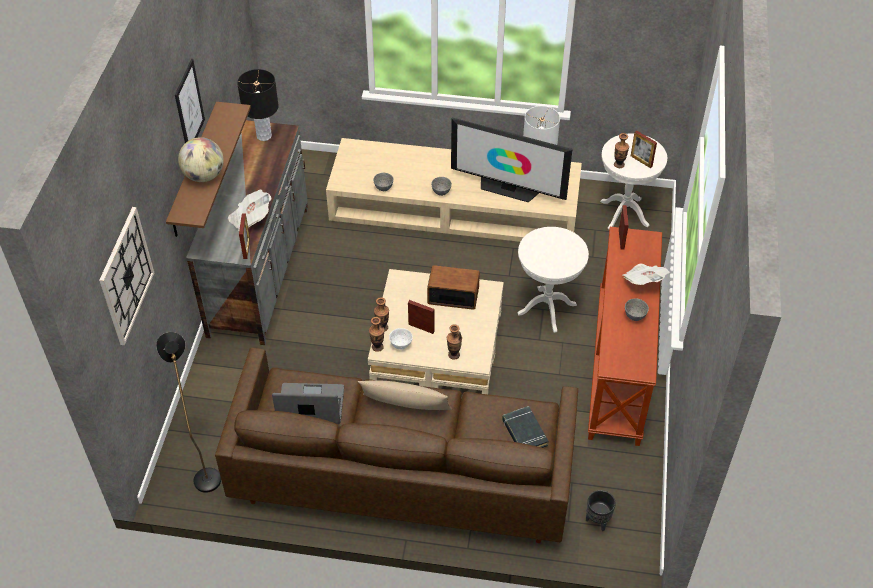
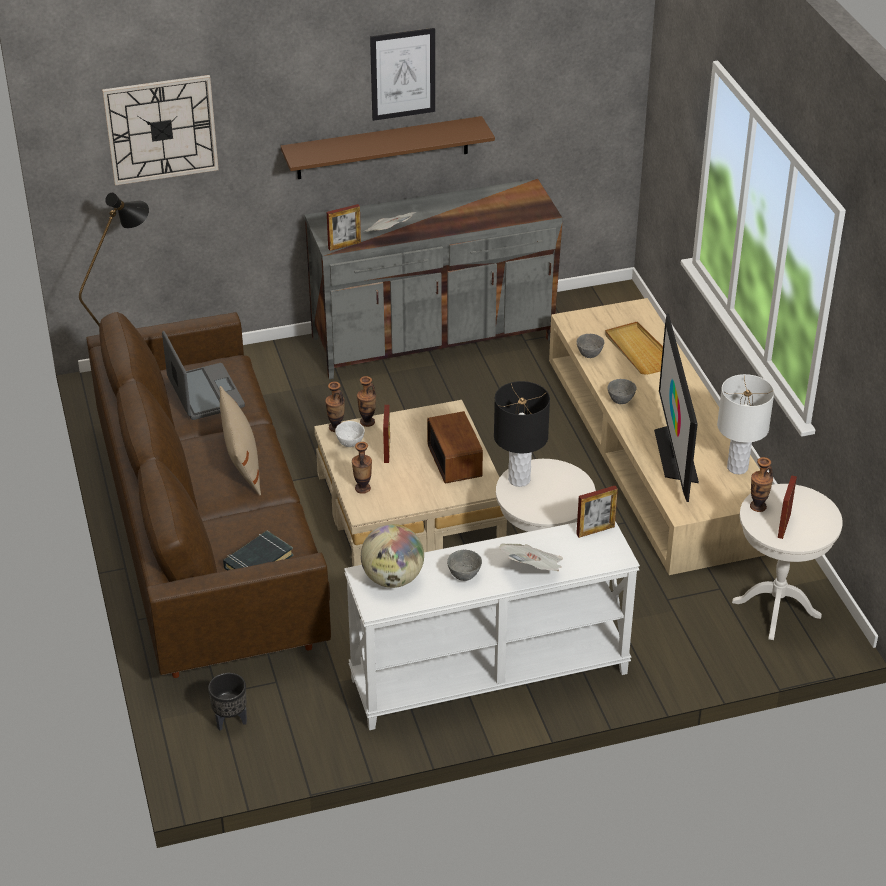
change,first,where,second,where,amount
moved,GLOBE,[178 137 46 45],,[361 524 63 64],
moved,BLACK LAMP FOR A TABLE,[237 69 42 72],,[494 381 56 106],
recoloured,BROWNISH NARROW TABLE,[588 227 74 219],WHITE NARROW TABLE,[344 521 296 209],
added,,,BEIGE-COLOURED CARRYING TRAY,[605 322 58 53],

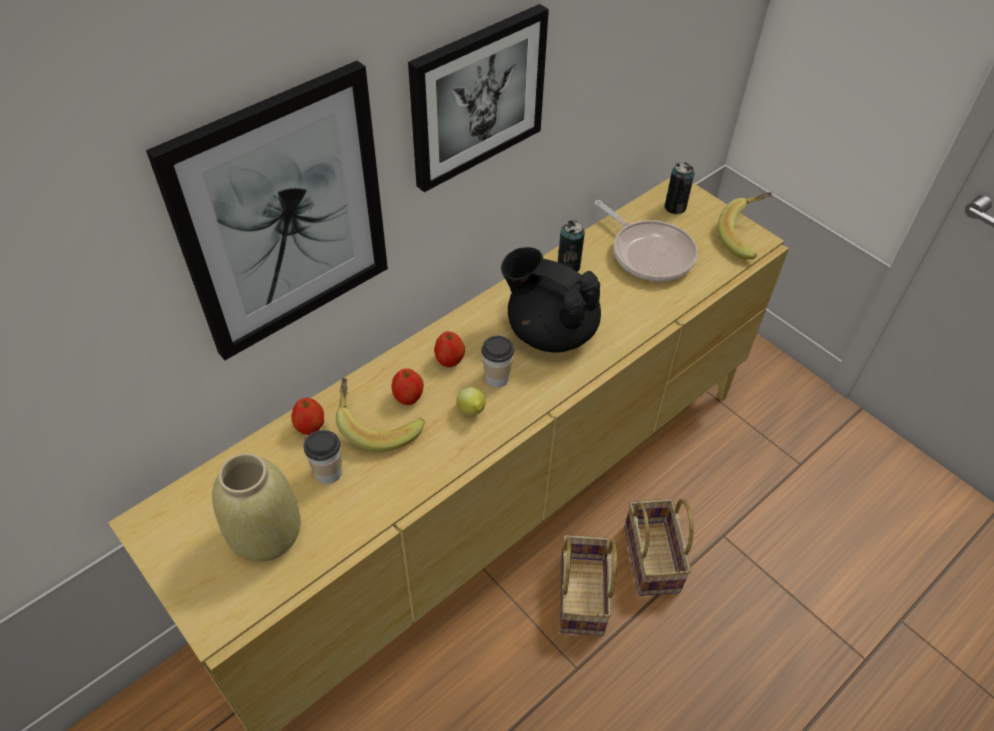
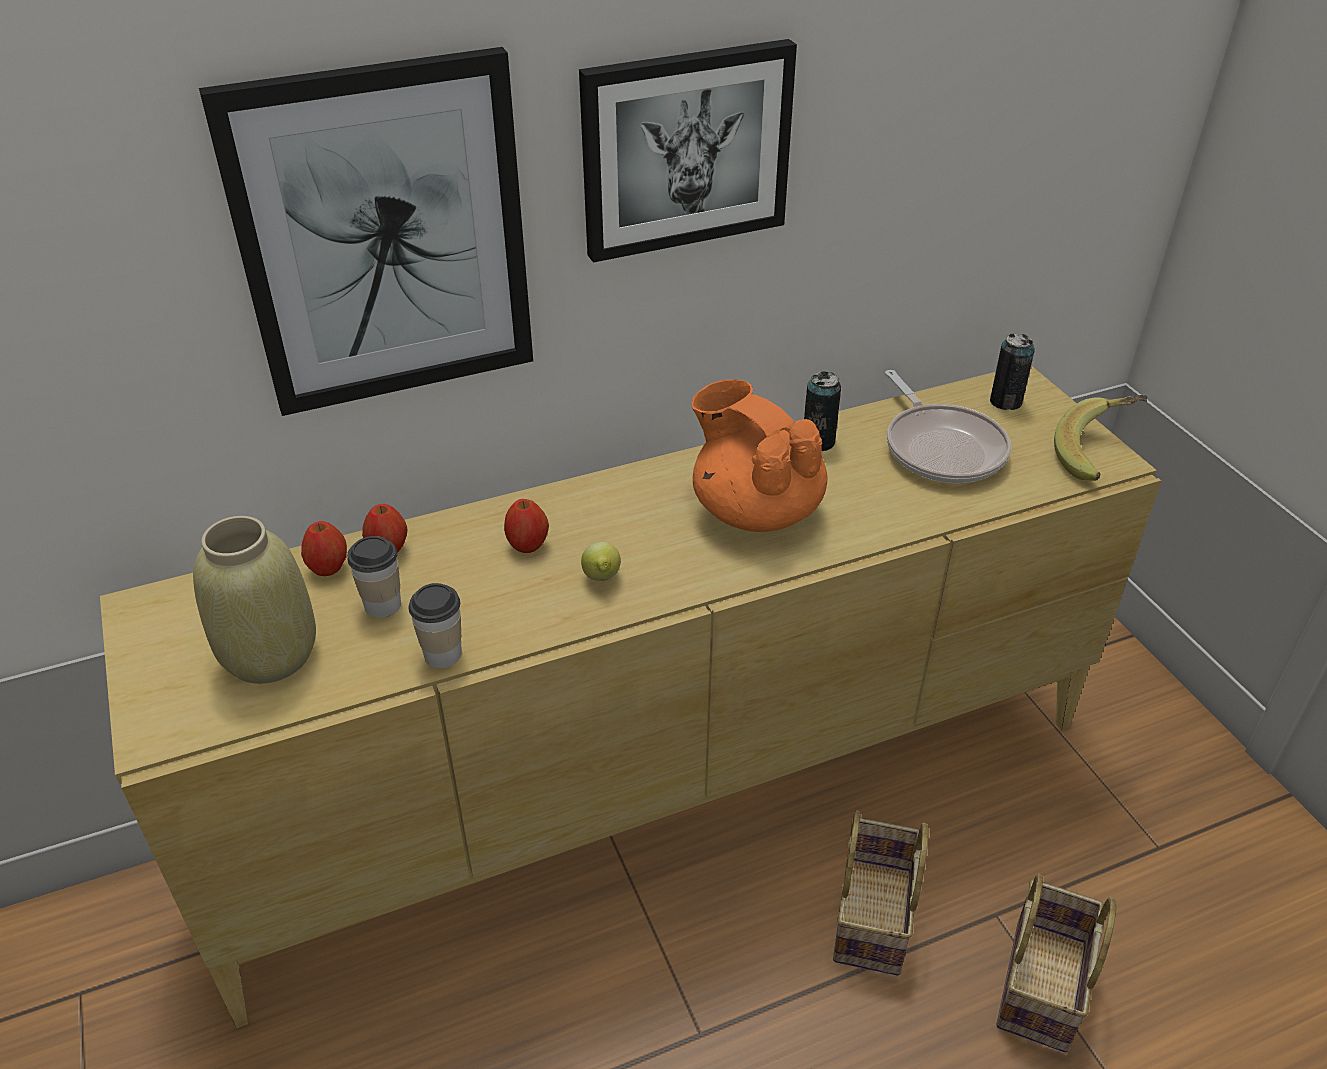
change,first,where,second,where,amount
removed,WHOLE BANANA,[336 378 89 74],,,
moved,APPLE FRUIT,[434 331 31 36],,[301 521 46 55],
moved,DRINKING CUP,[481 336 33 52],,[408 583 54 85],
recoloured,BLACK TEA POT,[501 247 100 105],ORANGEY TEA POT,[691 379 136 153],
moved,BASKET,[560 535 57 101],,[997 874 119 178],

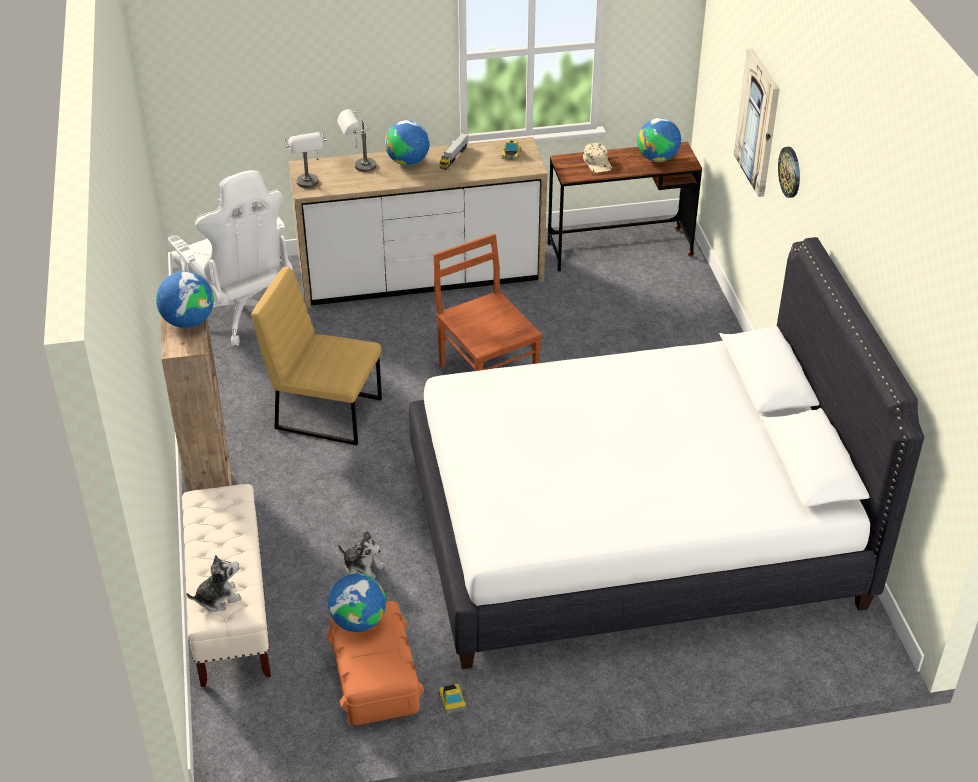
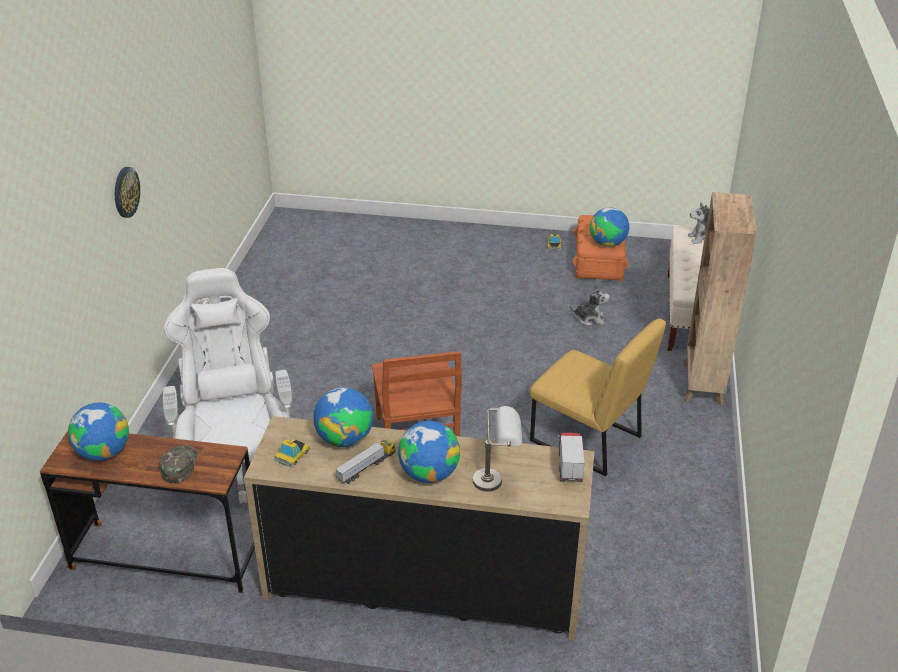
change,first,where,second,where,amount
moved,GLOBE,[156 271 58 57],,[313 388 60 59],
moved,WHITE OFFICE CHAIR,[168 170 125 176],,[163 268 129 236],
replaced,GRAY LAMP FOR A TABLE,[284 132 43 56],MODEL TRUCK,[558 433 26 49],
turned,CUDDLY TOY,[338 531 46 48],,[569 284 41 42],135 degrees clockwise
removed,WHITE SLEEPING BED,[409 237 515 432],,,
recoloured,BEIGE-COLOURED CAP,[583 143 29 30],GREEN-COLOURED CAP,[159 445 39 38],
removed,WALL PICTURE,[734 49 46 148],,,

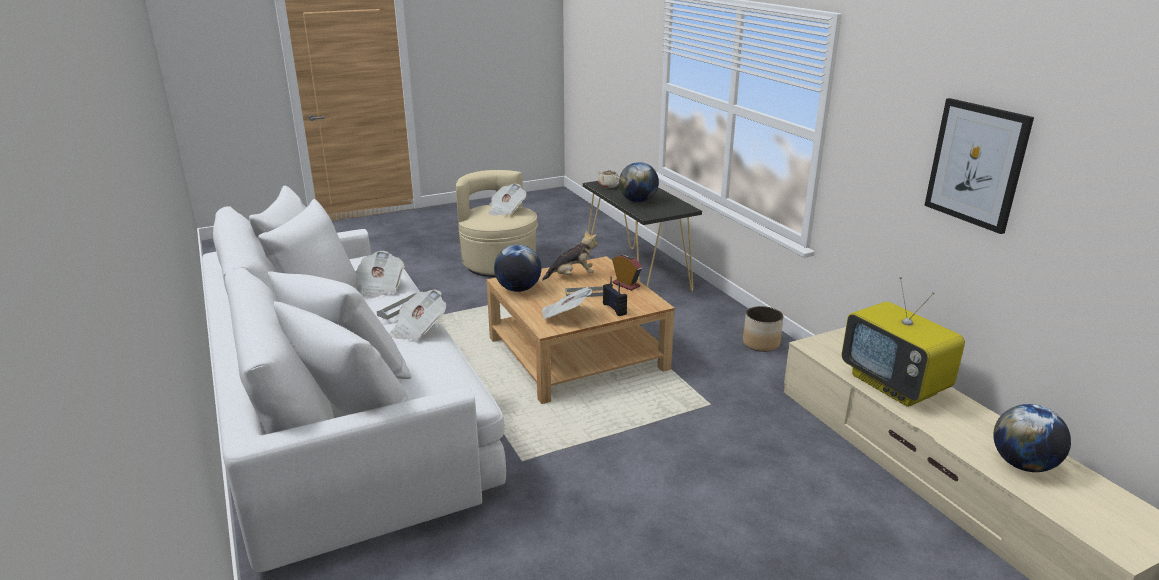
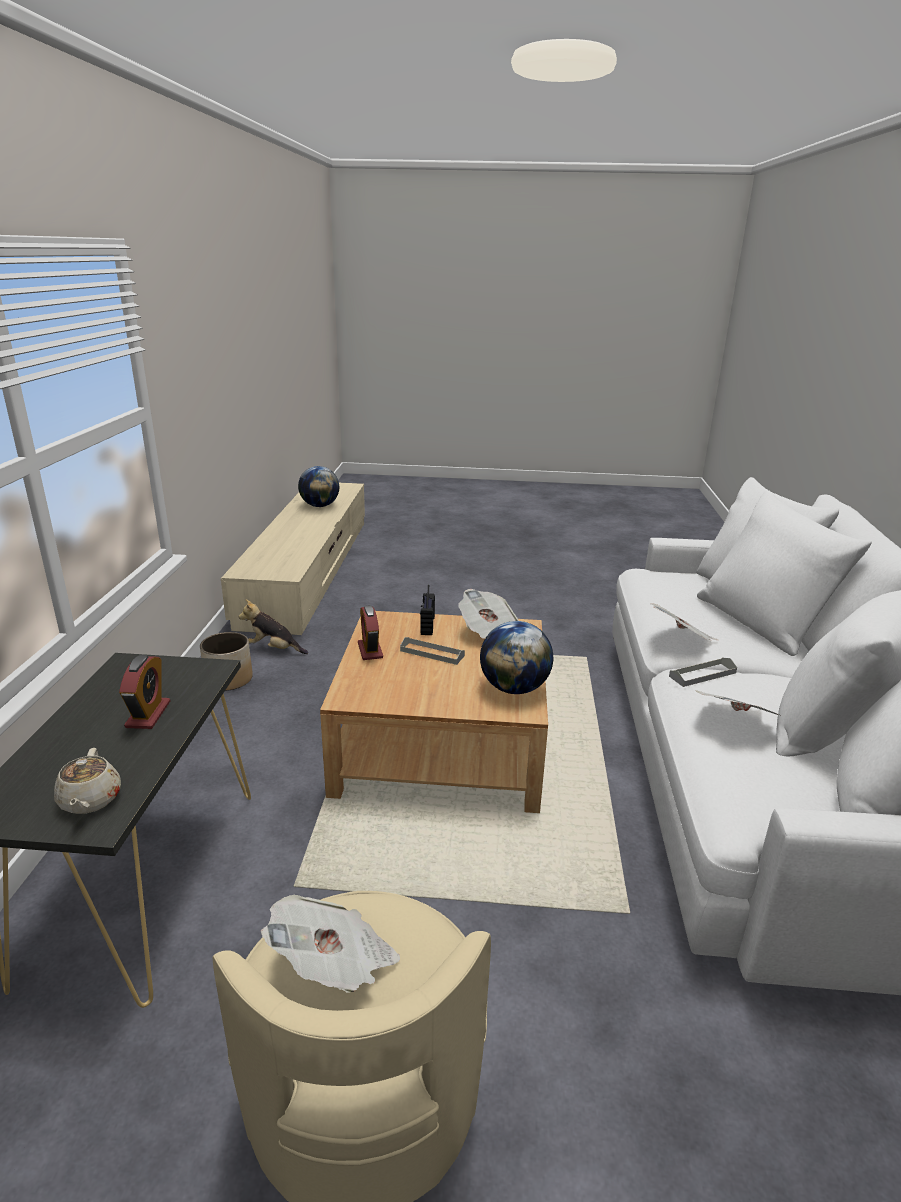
change,first,where,second,where,amount
moved,CUDDLY TOY,[542 231 56 49],,[239 599 69 55],
replaced,GLOBE,[619 162 40 40],TABLE CLOCK,[119 655 52 74],
removed,TV,[842 277 123 130],,,
removed,WALL PICTURE,[924 98 110 136],,,

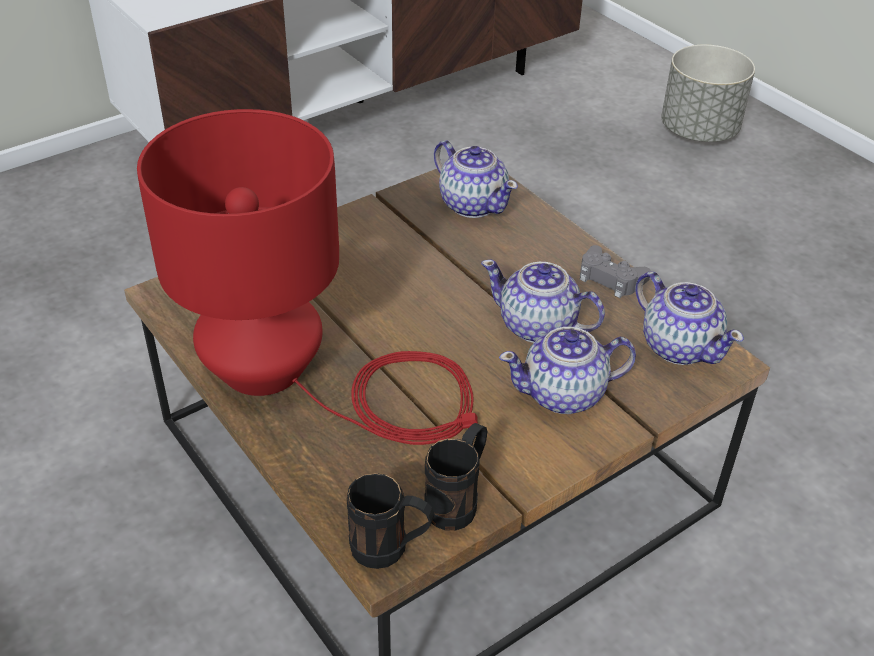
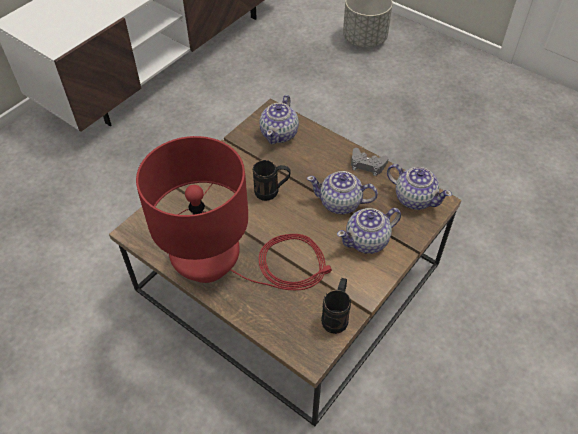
change,first,where,second,where,amount
moved,BLACK MUG,[347 473 87 96],,[253 160 38 41],
turned,TEA POT,[434 140 84 78],,[259 95 40 49],75 degrees clockwise

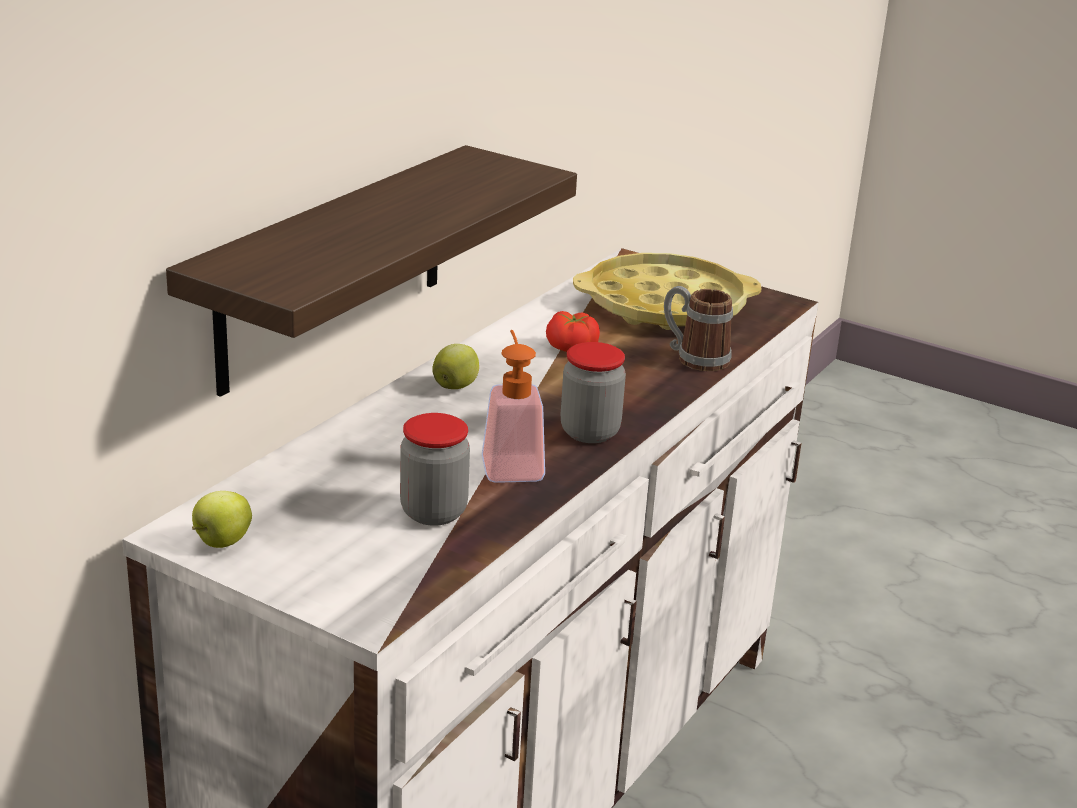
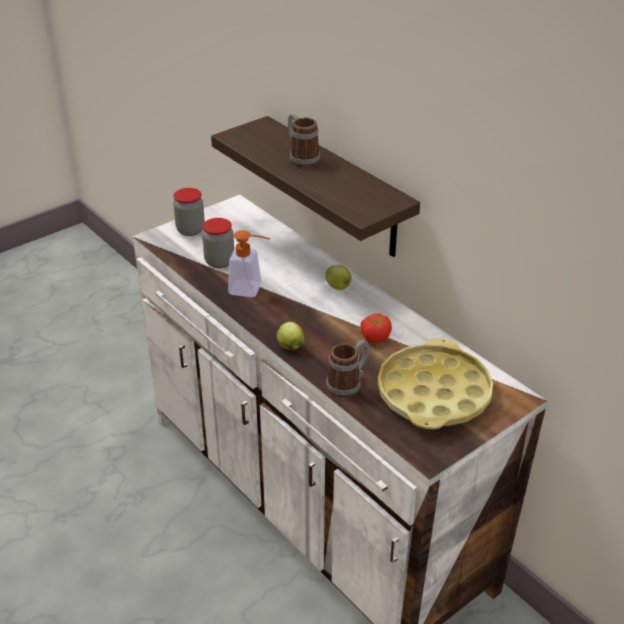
change,first,where,second,where,amount
moved,APPLE FRUIT,[192 491 60 57],,[277 322 27 28],
moved,PRESERVE JAR,[561 342 65 101],,[173 188 32 48],
added,,,MUG,[288 114 32 53],

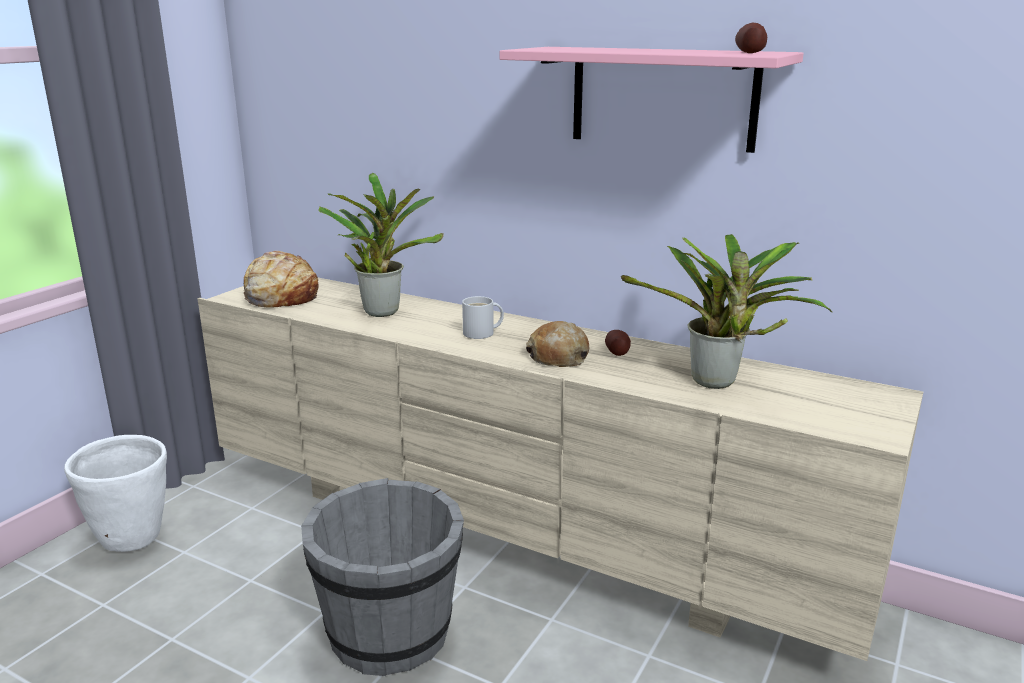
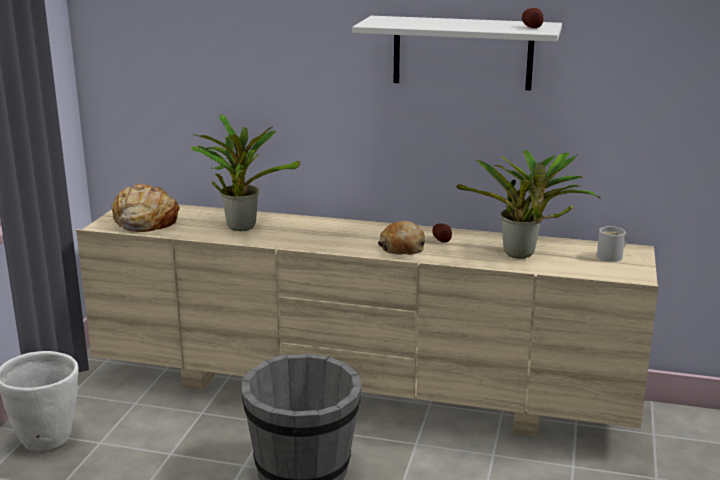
change,first,where,second,where,amount
moved,WHITE MUG,[462 296 42 43],,[597 226 30 36],
recoloured,PINK-COLOURED SHELF,[499 47 305 106],WHITE SHELF,[352 16 210 75],

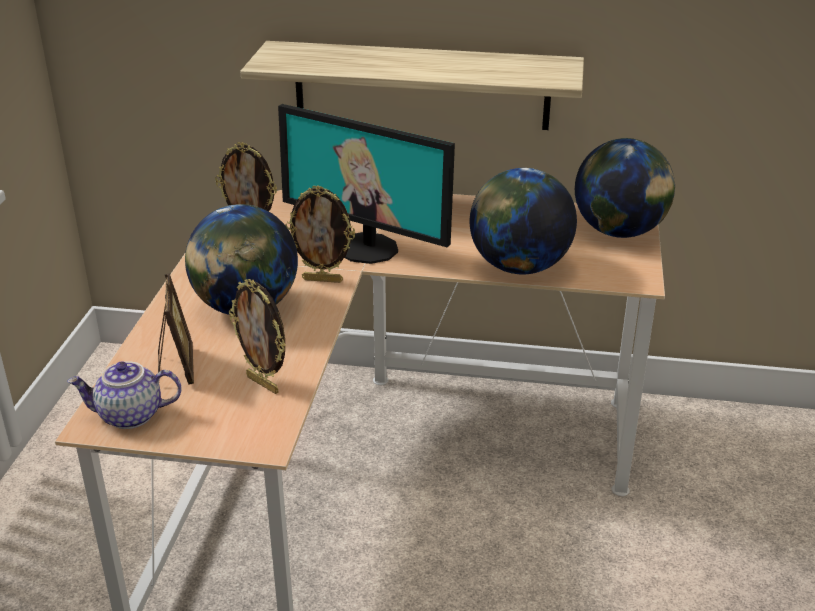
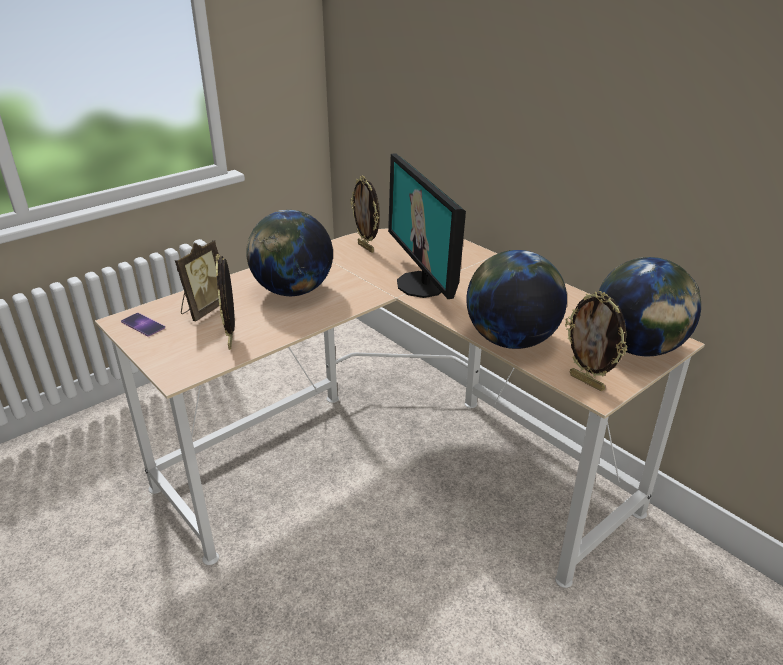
change,first,where,second,where,amount
replaced,TEA POT,[67 361 115 68],PHONE,[121 313 44 24],
removed,SHELF,[240 41 344 89],,,
moved,PICTURE FRAME,[285 185 70 98],,[565 291 62 100],

